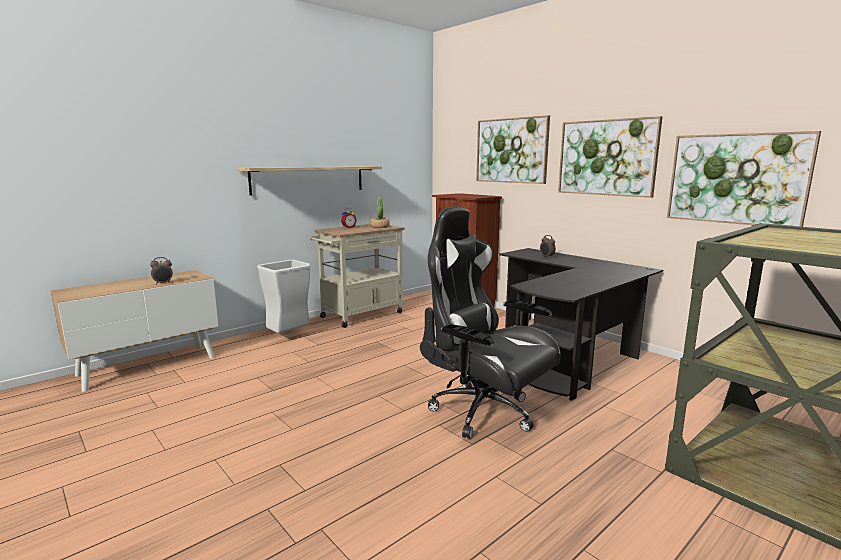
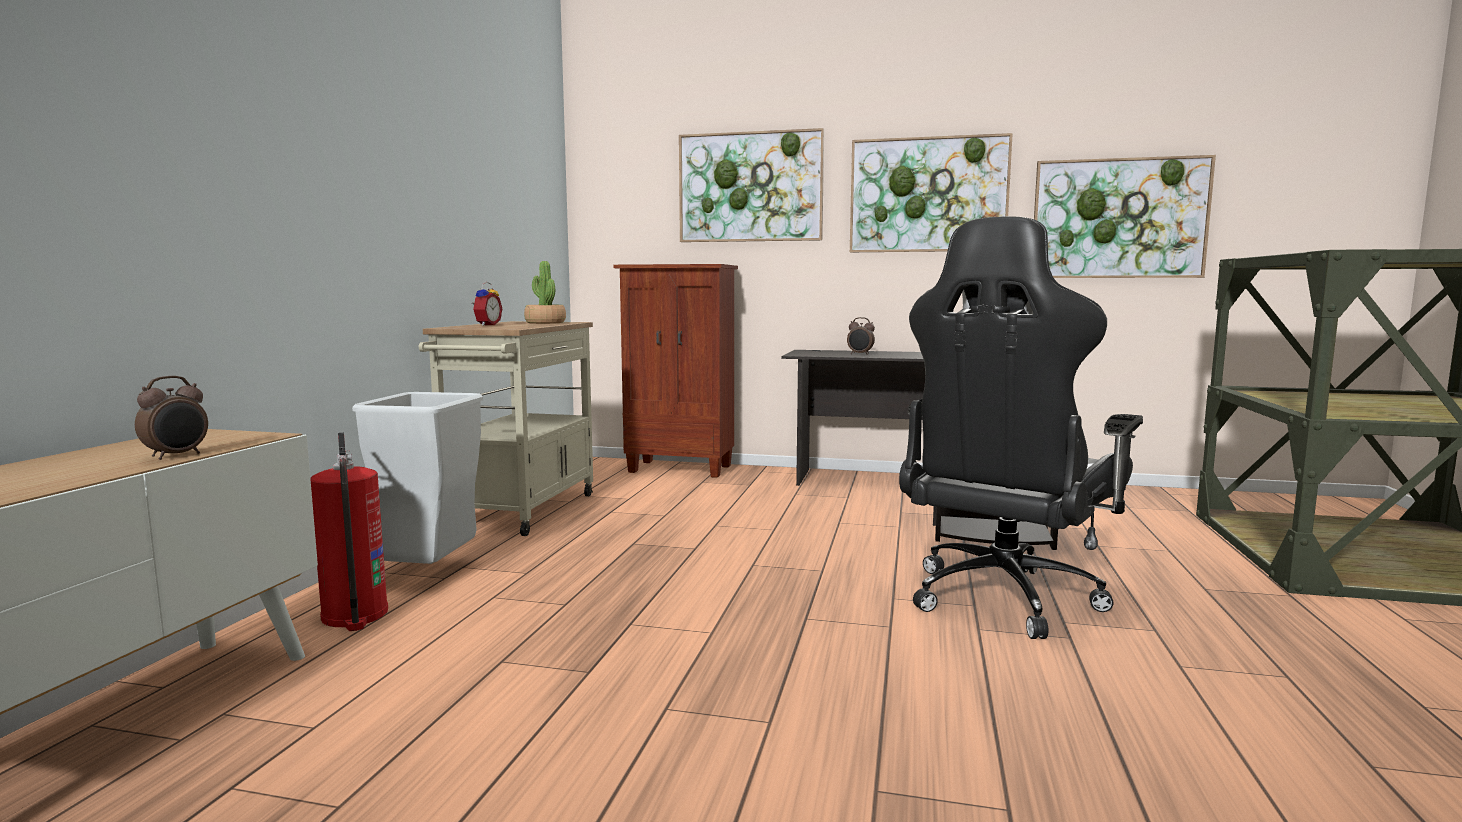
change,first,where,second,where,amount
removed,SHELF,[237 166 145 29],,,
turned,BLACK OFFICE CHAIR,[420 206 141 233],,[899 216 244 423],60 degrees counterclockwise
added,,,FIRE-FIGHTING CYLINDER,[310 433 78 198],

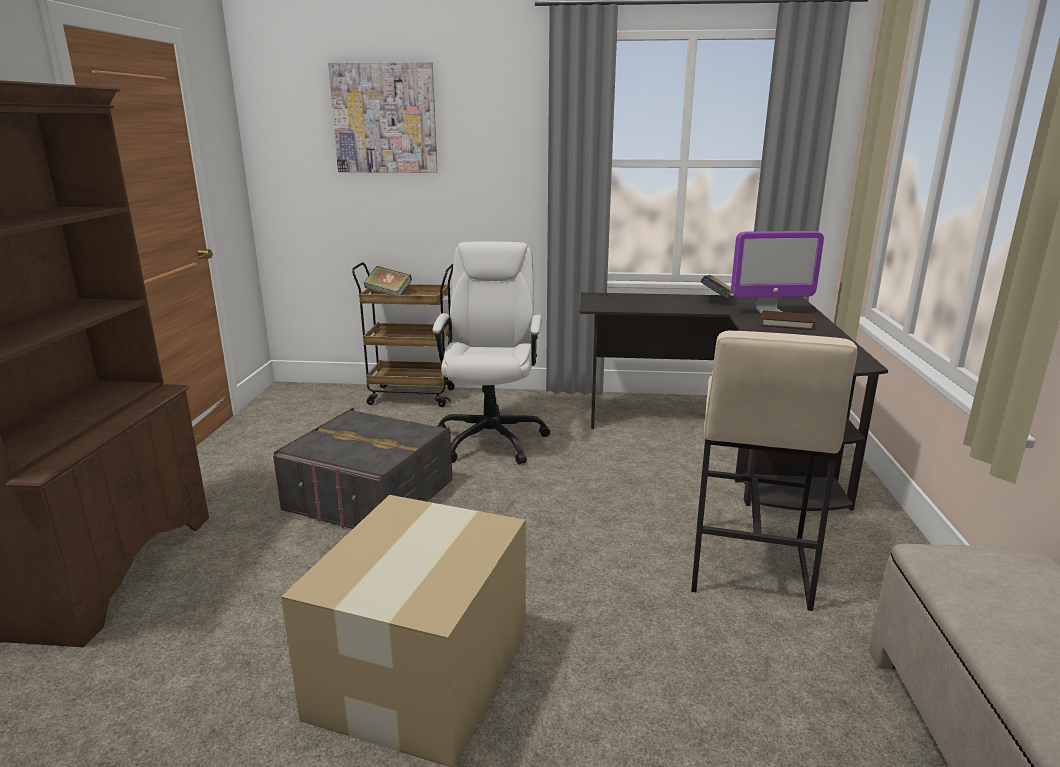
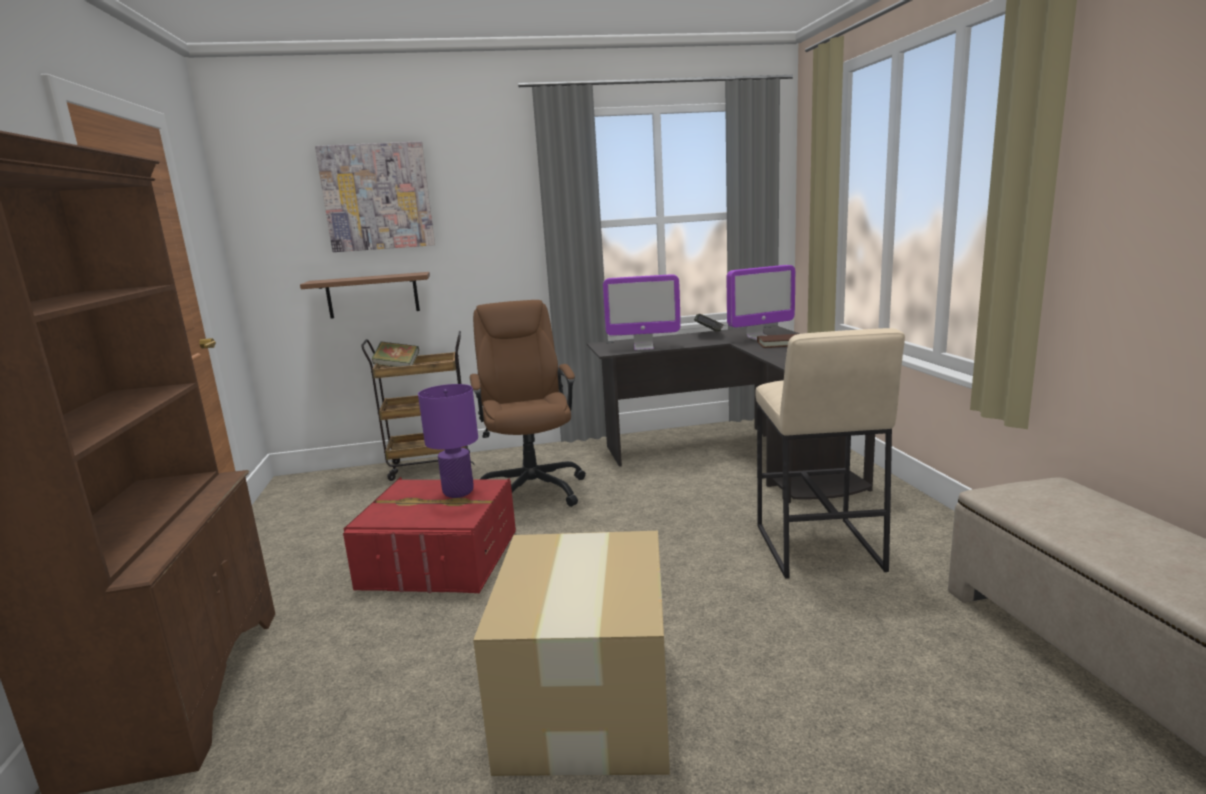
change,first,where,second,where,amount
recoloured,GRAY STORAGE CONTAINER,[273 408 179 121],RED-COLOURED STORAGE CONTAINER,[343 477 173 116],
recoloured,WHITE OFFICE CHAIR,[433 241 118 224],BROWNISH OFFICE CHAIR,[470 300 116 207],
added,,,BROWNISH SHELF,[300 272 130 46],
added,,,PURPLISH LAMP FOR A TABLE,[418 384 60 114],
added,,,COMPUTER DISPLAY,[603 274 78 76],

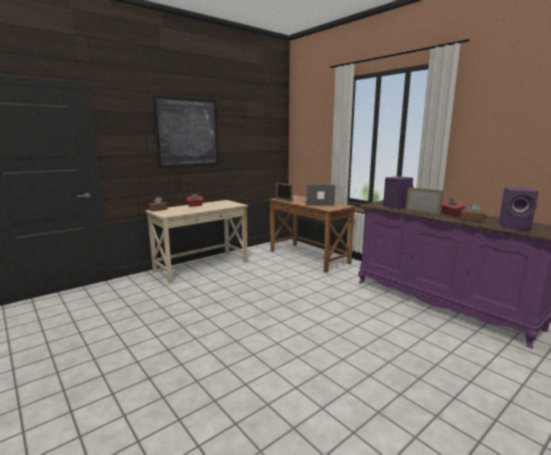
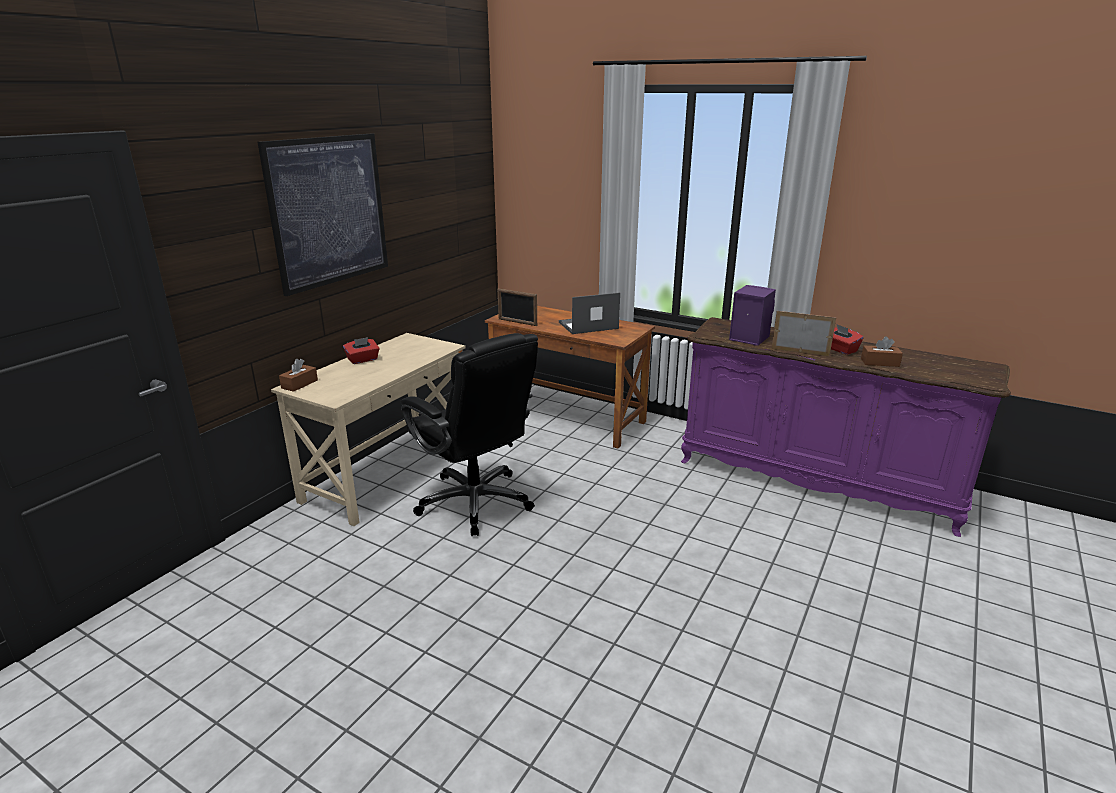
change,first,where,second,where,amount
removed,PURPLISH AUDIO SPEAKER,[499 187 39 43],,,
added,,,BLACK OFFICE CHAIR,[401 333 137 203],

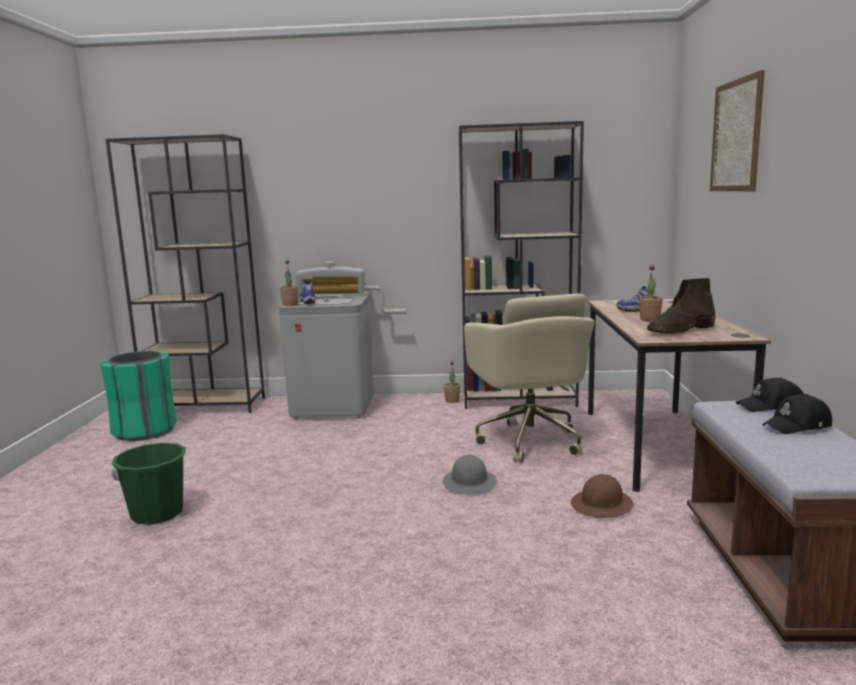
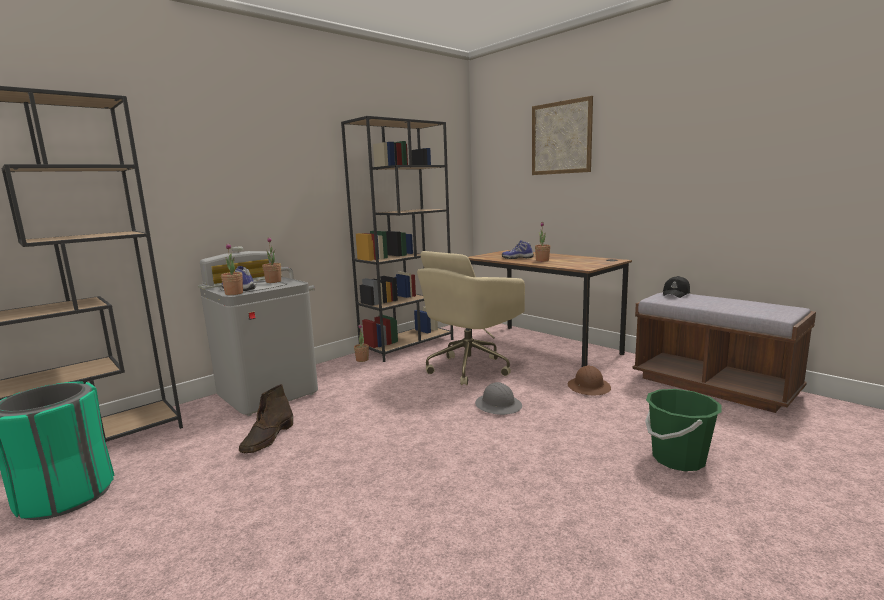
change,first,where,second,where,amount
moved,GREEN-COLOURED PAIL,[111 443 75 82],,[645 389 77 82],
turned,BEIGE-COLOURED OFFICE CHAIR,[464 294 131 169],,[417 251 108 134],105 degrees clockwise
moved,BROWNISH BOOT,[647 278 69 56],,[239 384 54 70],
removed,BLACK CAP,[762 394 70 40],,,
added,,,POTTED PLANT,[262 237 19 46],

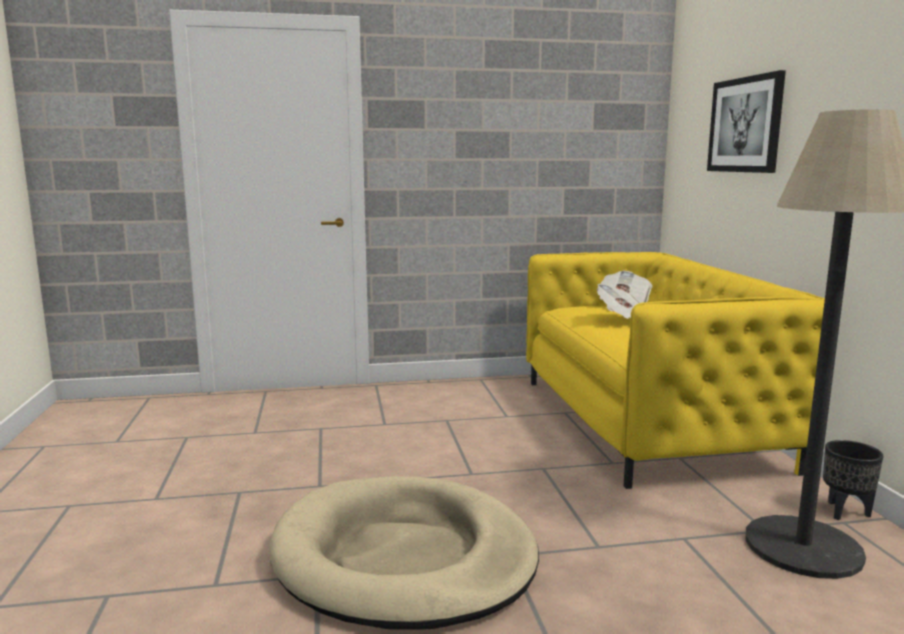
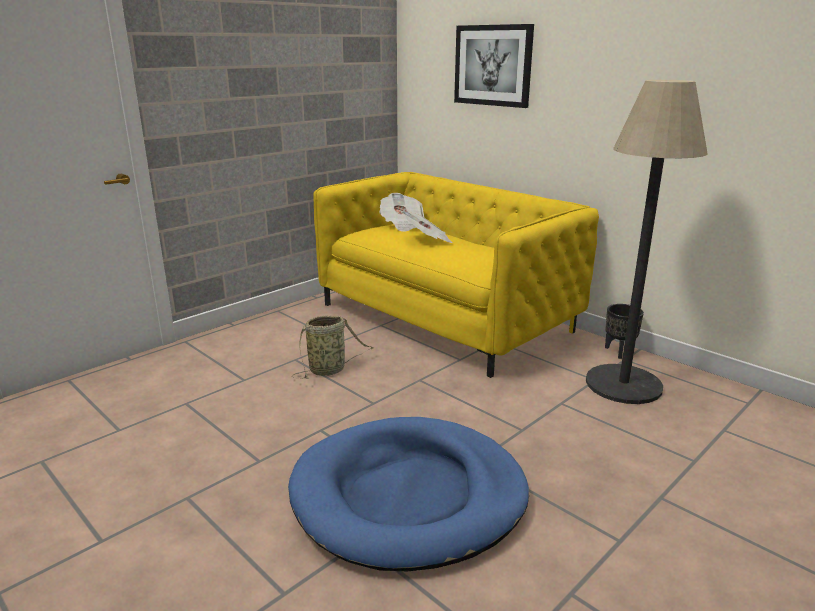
change,first,where,second,where,amount
recoloured,BEIGE-COLOURED DOG BED,[269 476 270 154],BLUISH DOG BED,[288 417 241 154],
added,,,BASKET,[292 316 82 63],

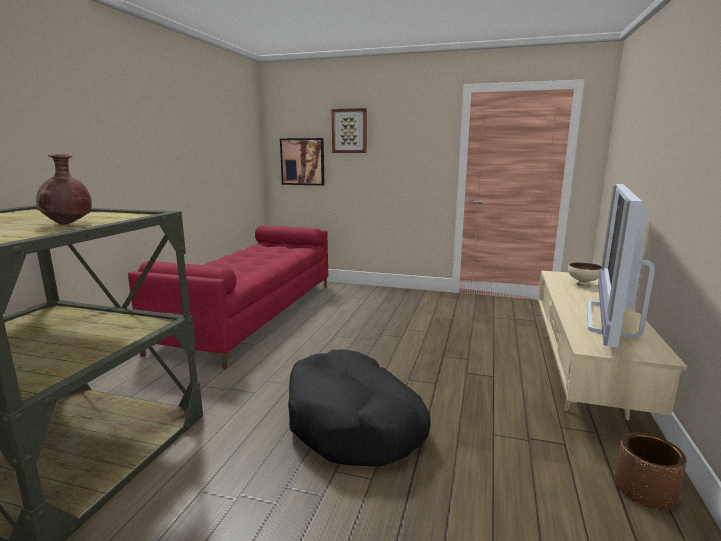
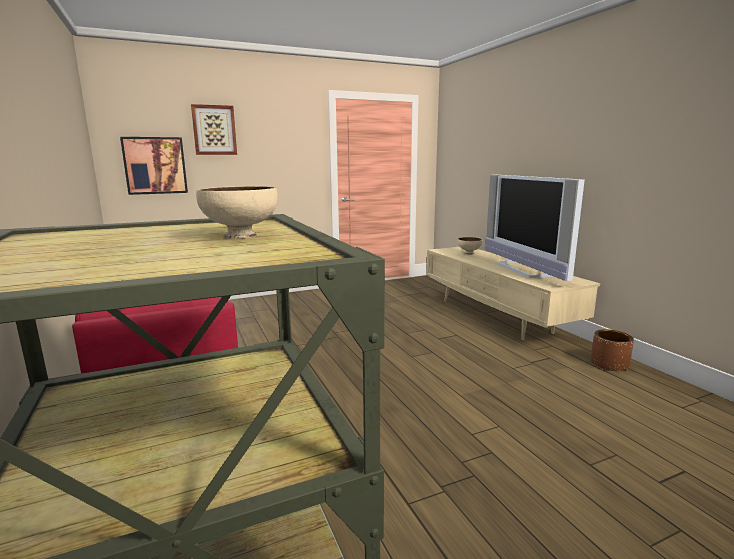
change,first,where,second,where,amount
replaced,BROWNISH FLOWER VASE,[36 154 56 71],BEIGE-COLOURED BOWL,[196 186 82 53],
removed,BLACK DOG BED,[288 350 143 117],,,

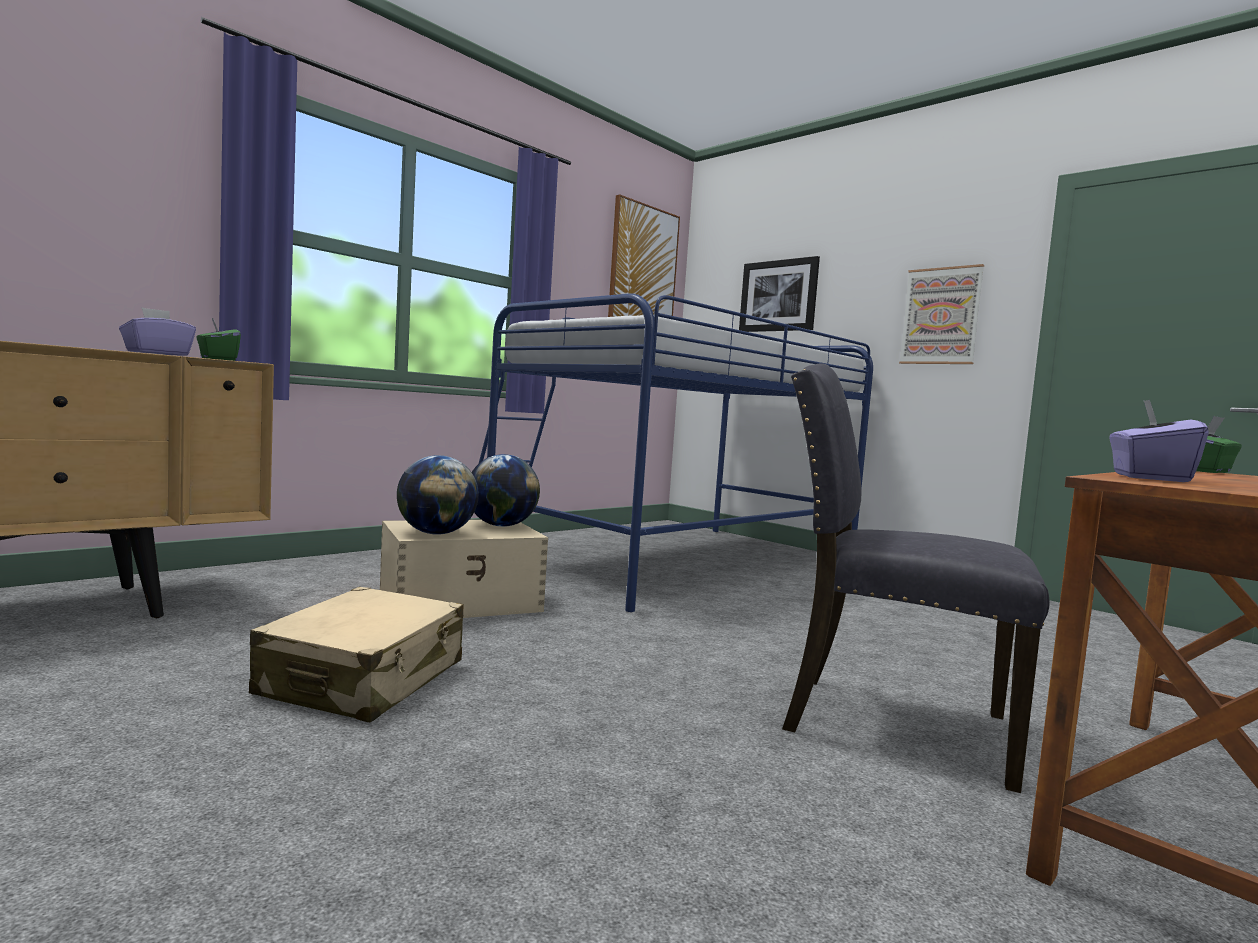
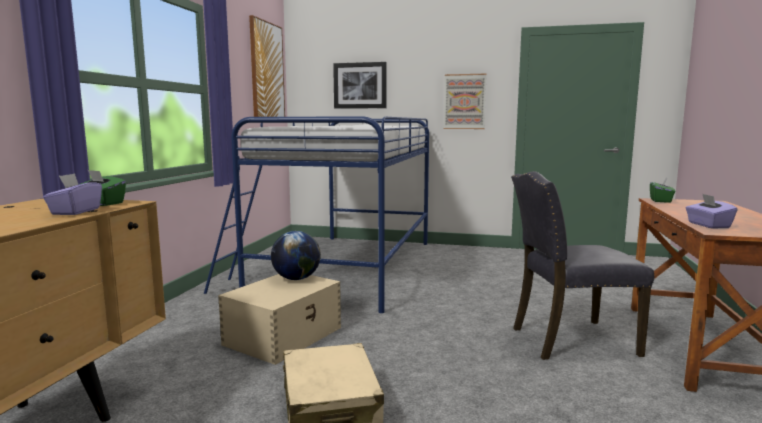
change,first,where,second,where,amount
removed,GLOBE,[397 455 82 80],,,

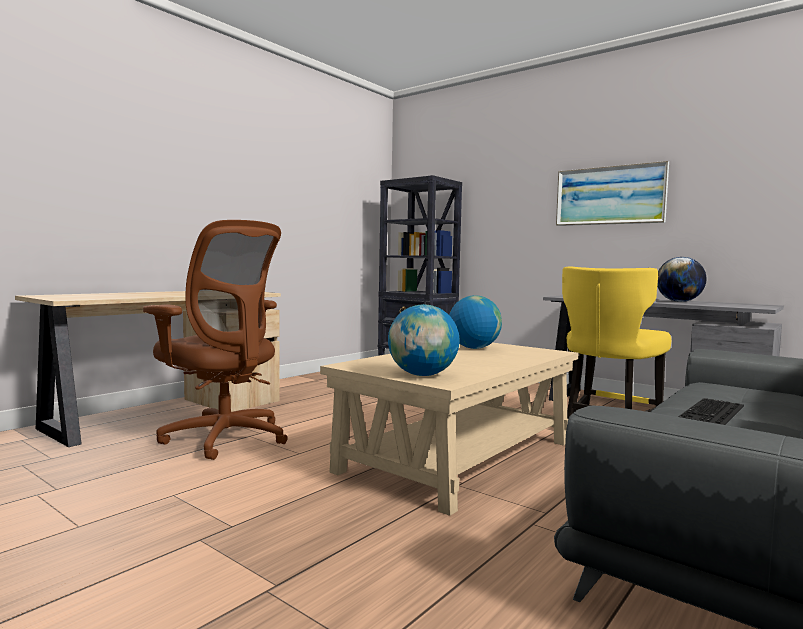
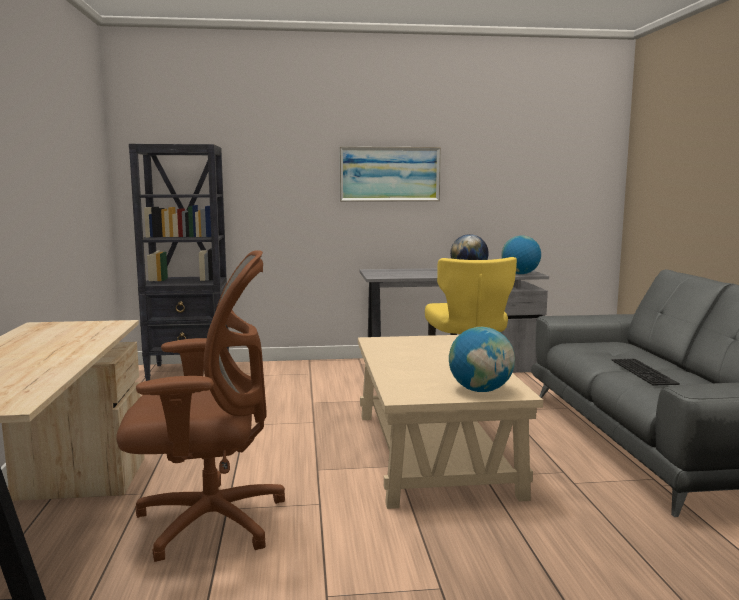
change,first,where,second,where,amount
moved,GLOBE,[449 295 53 54],,[501 236 40 38],

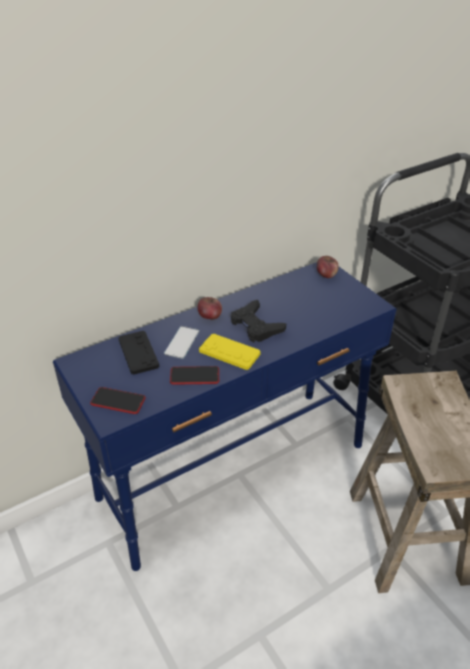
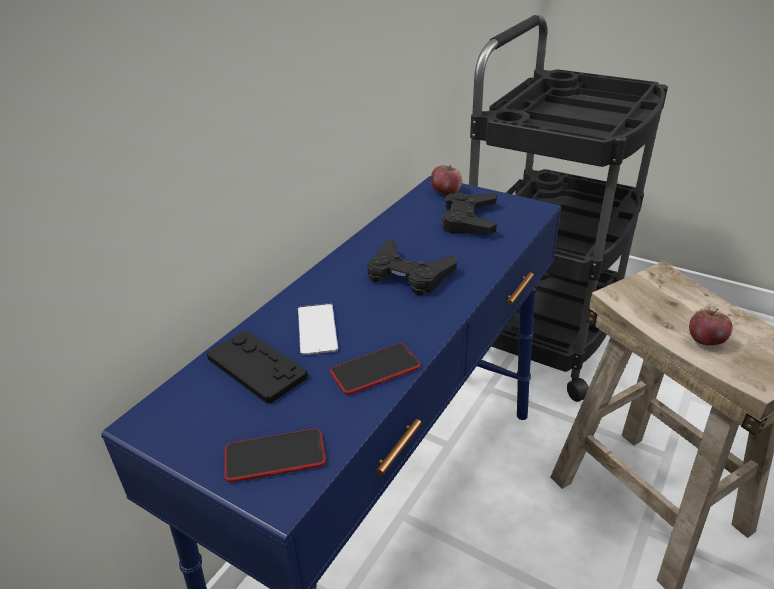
change,first,where,second,where,amount
moved,APPLE FRUIT,[198 297 24 22],,[689 309 43 37],
removed,YELLOWISH GAMEPAD,[199 334 62 36],,,
added,,,BLACK GAMEPAD,[442 193 55 41],

